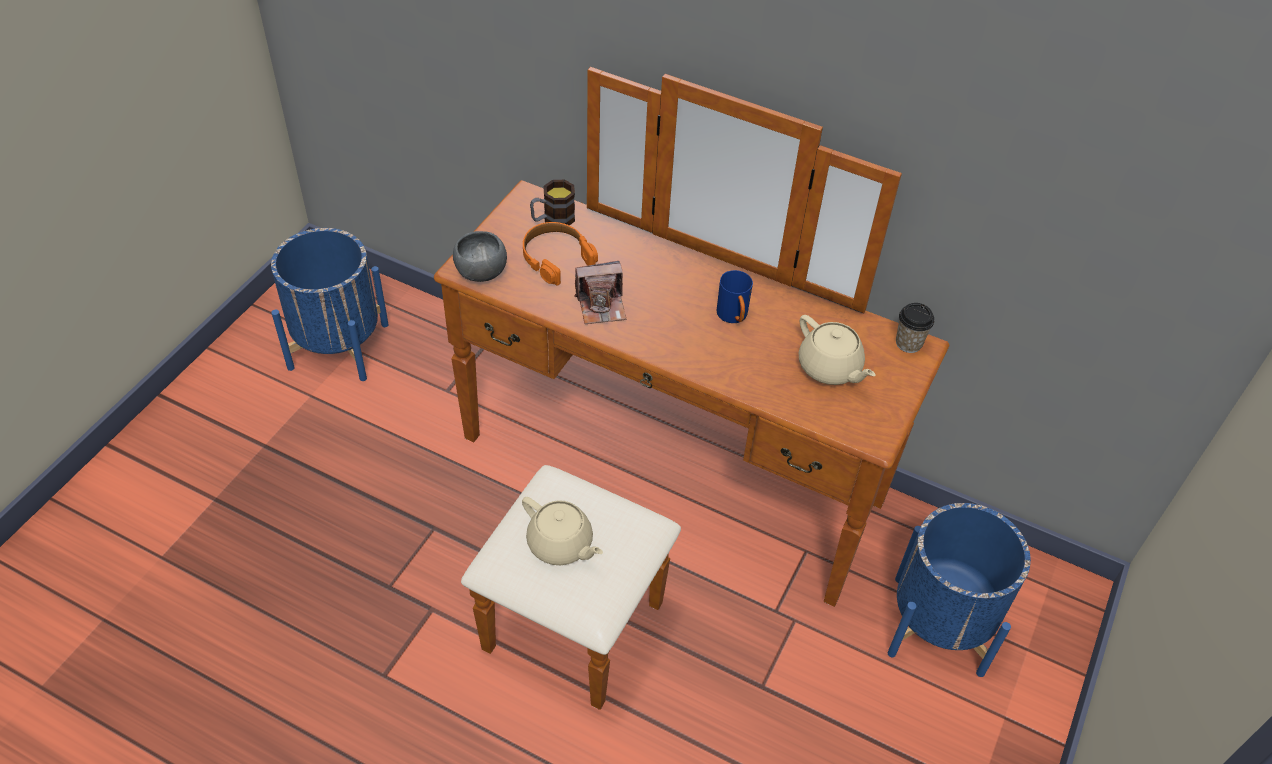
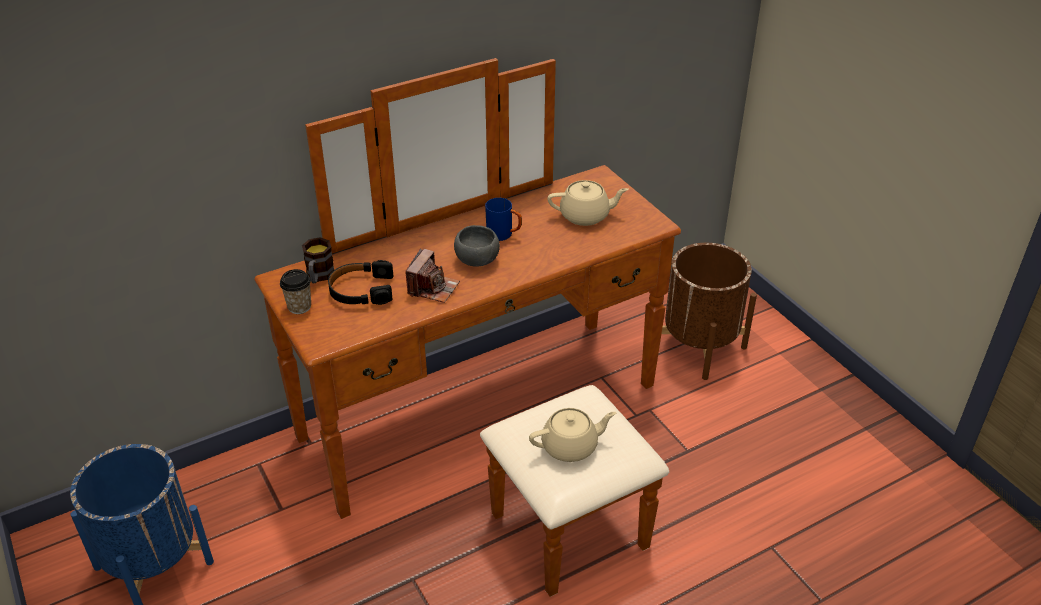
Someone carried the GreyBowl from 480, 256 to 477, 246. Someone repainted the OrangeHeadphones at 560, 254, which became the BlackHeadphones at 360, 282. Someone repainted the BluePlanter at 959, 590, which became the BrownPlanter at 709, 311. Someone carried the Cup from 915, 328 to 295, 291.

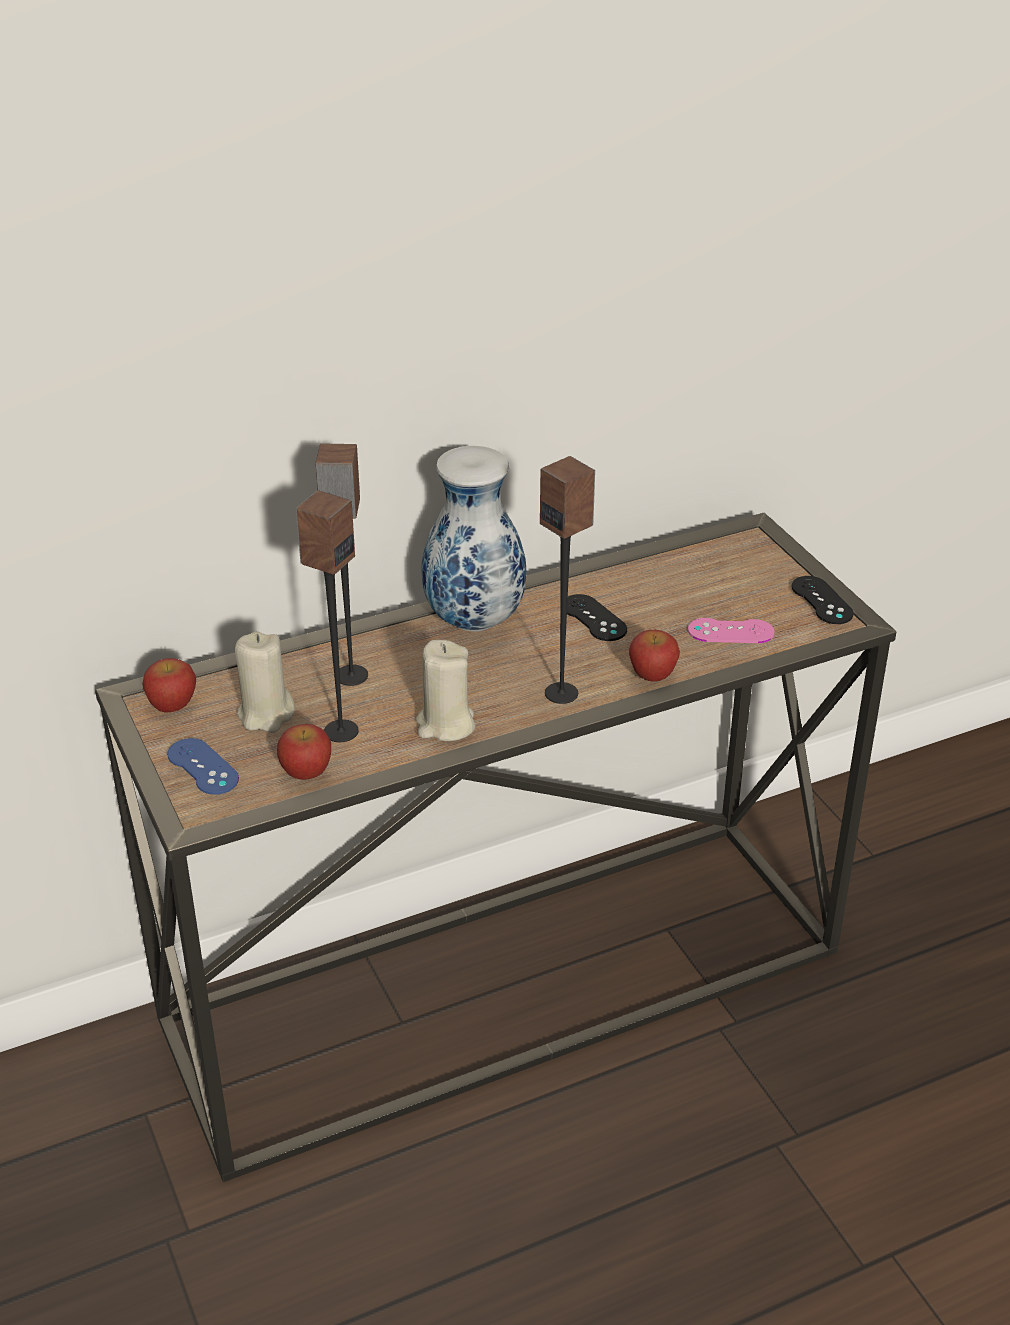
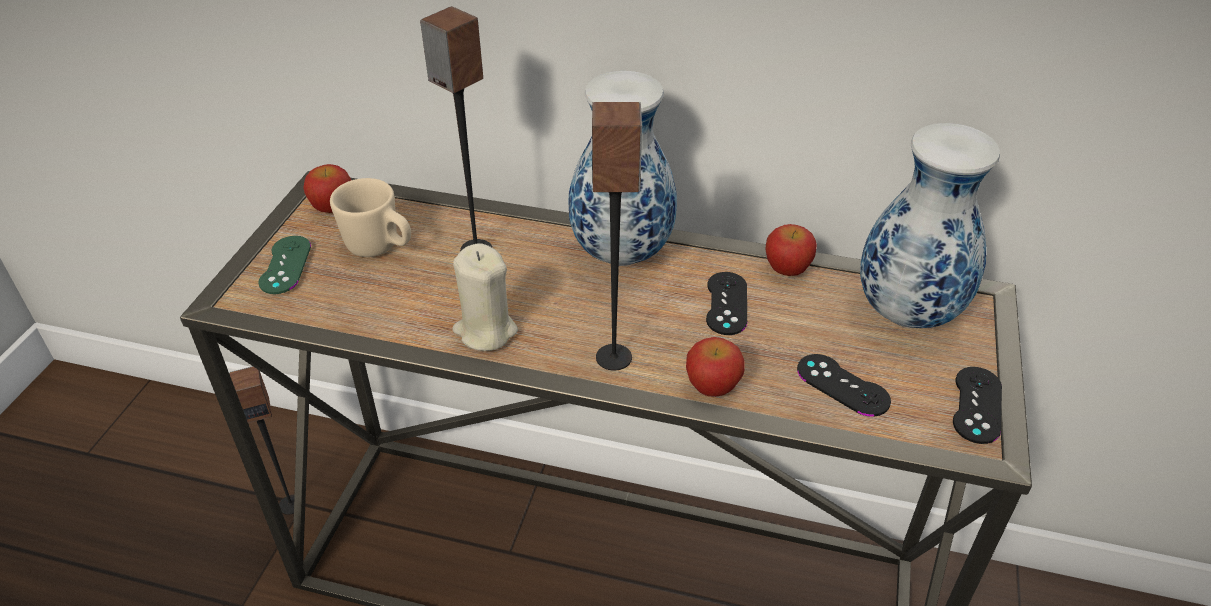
Someone repainted the BlueGameController at 203, 766, which became the GreenGameController at 284, 265. Someone swapped the BeigeCandle at 265, 682 for the BeigeMug at 370, 217. Someone carried the Apple from 304, 752 to 791, 250. Someone carried the Speaker from 327, 616 to 262, 440. Someone repainted the PinkGameController at 731, 630, which became the BlackGameController at 844, 385. Someone put down the Vase at 930, 225.

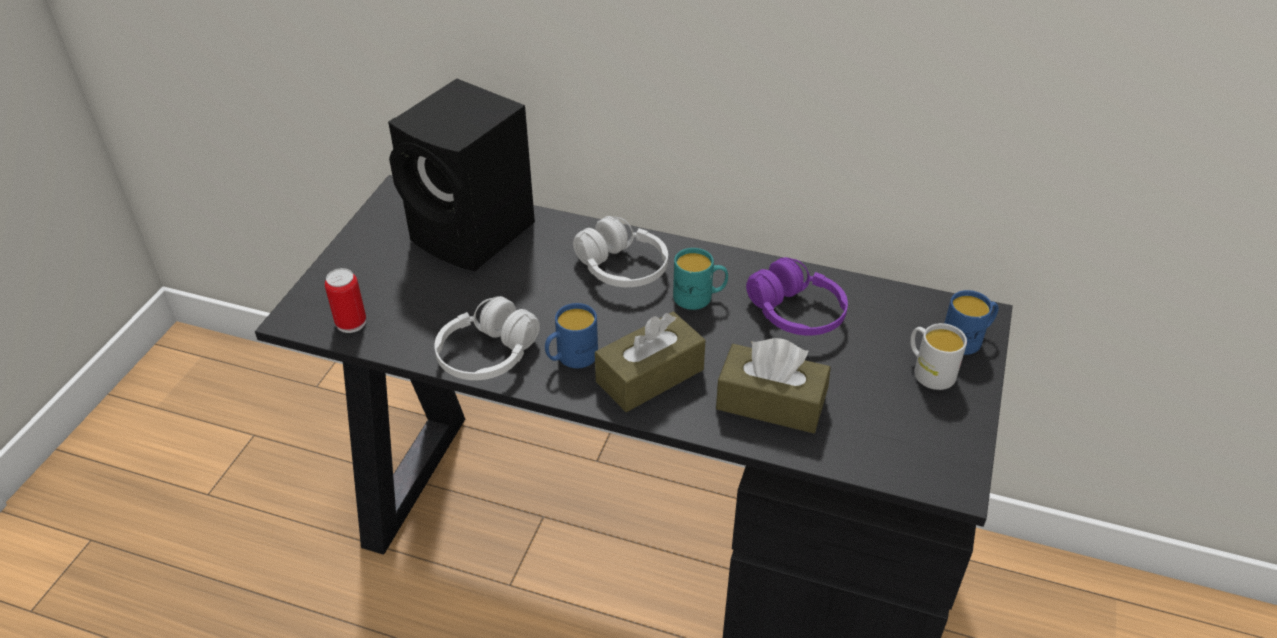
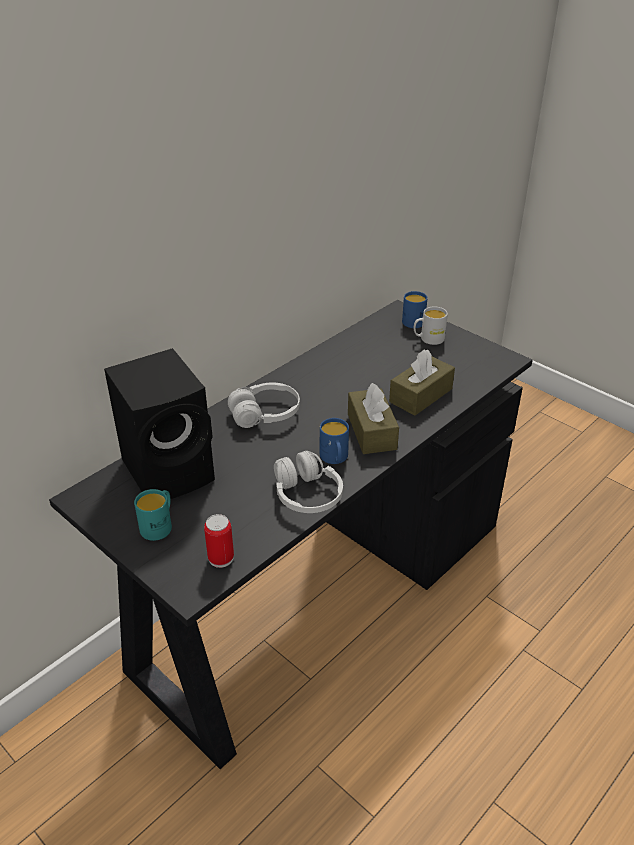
Someone carried the TurquoiseMug from 700, 279 to 153, 515. Someone took away the PurpleHeadphones at 797, 296.

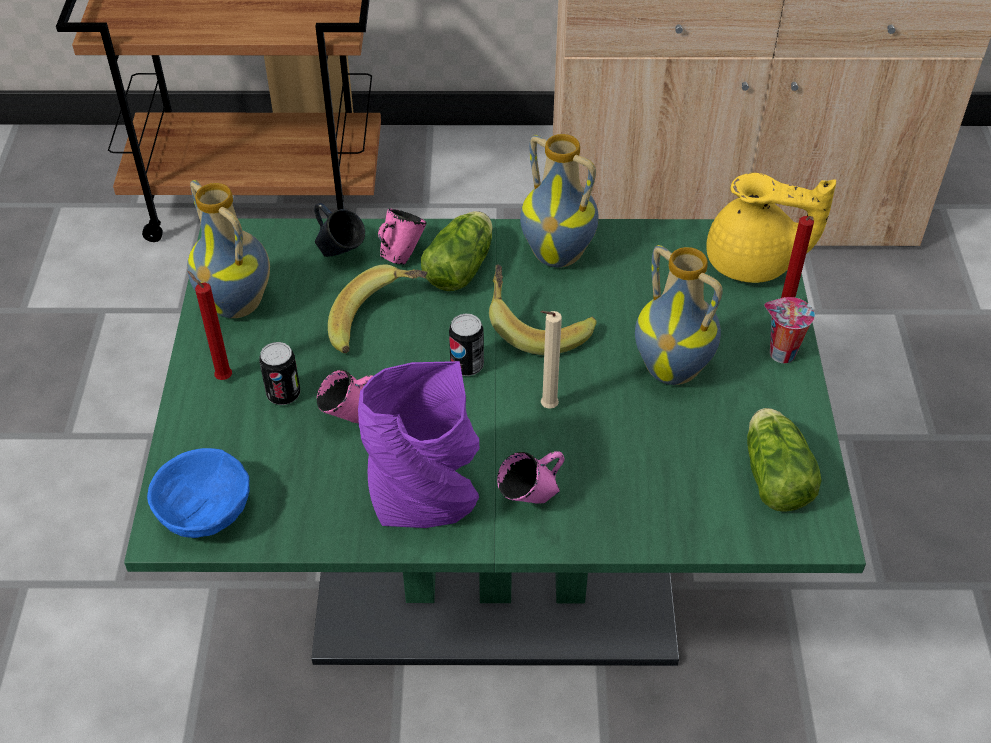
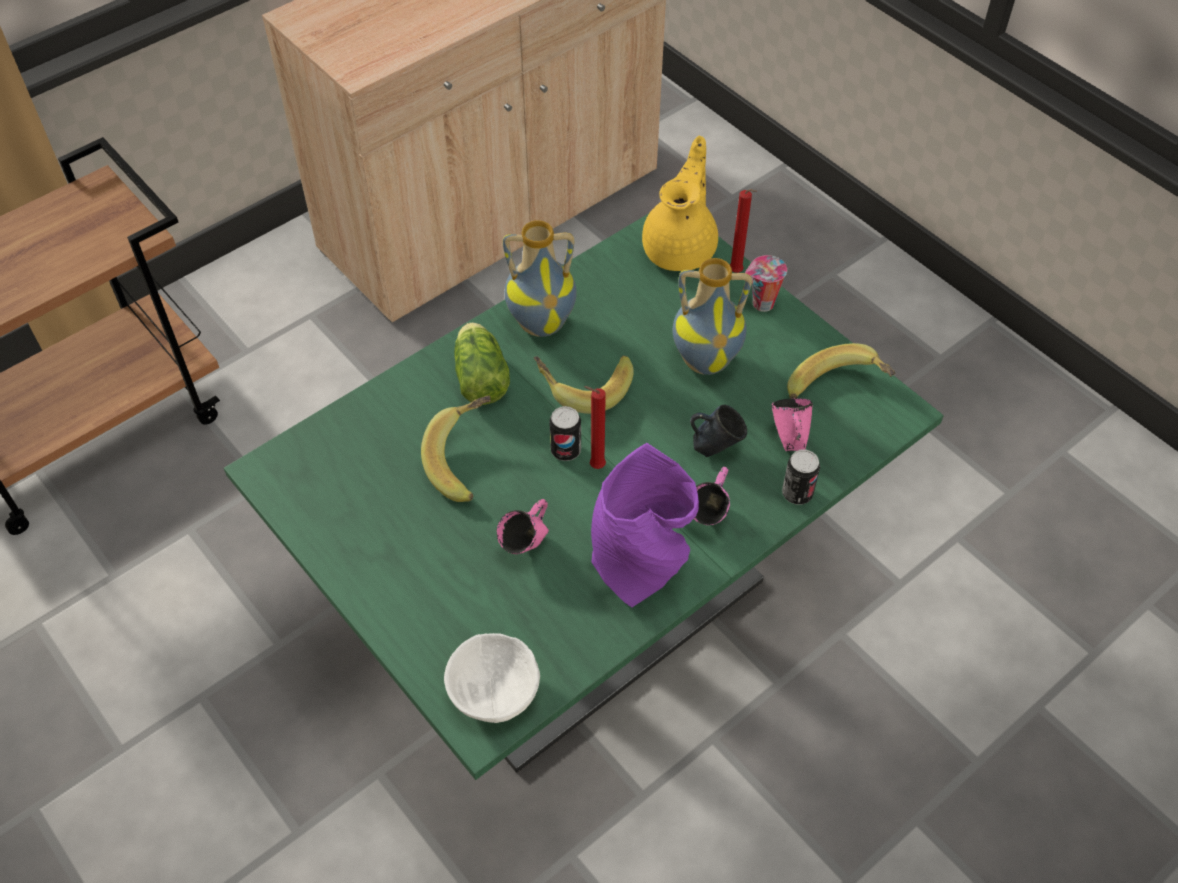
Someone repainted the BlueBowl at 198, 493, which became the WhiteBowl at 492, 678. Someone took away the Vase at 228, 249. Someone carried the RedCandle from 209, 325 to 595, 427. Someone carried the Can from 279, 373 to 801, 477. Someone carried the BlueMug from 339, 230 to 718, 431. Someone carried the PinkMug from 402, 236 to 792, 424. Someone took away the BeigeCandle at 551, 360. Someone rotated the YellowTeapot at 771, 228 by 45 degrees counterclockwise. Someone swapped the Lettuce at 784, 460 for the Banana at 841, 370.

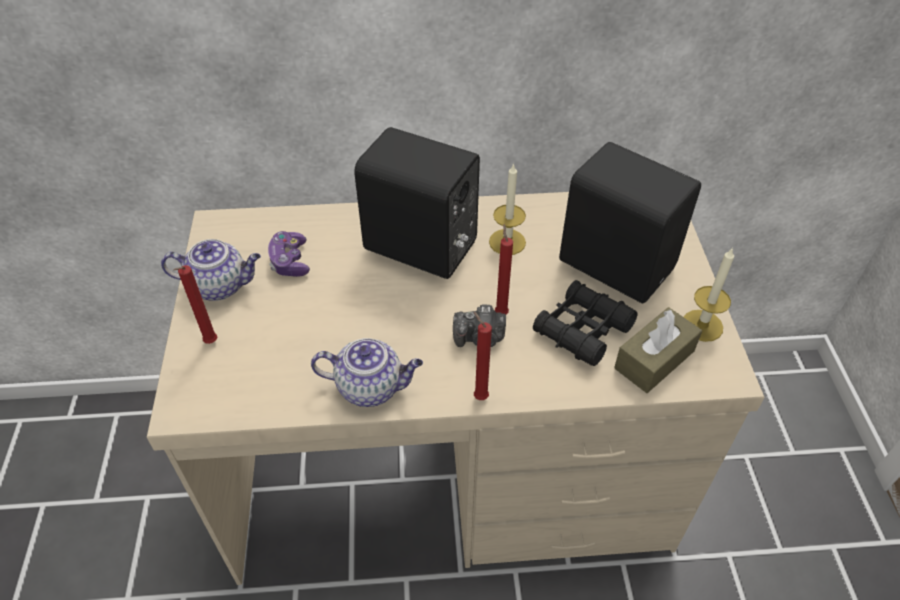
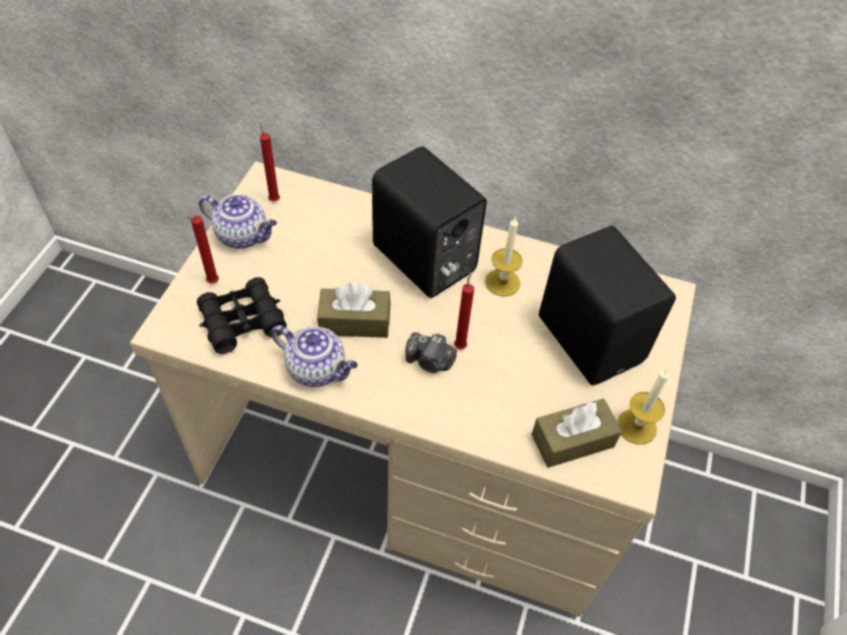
Someone took away the GameController at 289, 254. Someone carried the RedCandle from 483, 356 to 270, 162. Someone carried the BlackBinoculars from 585, 323 to 242, 315. Someone put down the BrownTissueBox at 353, 310.

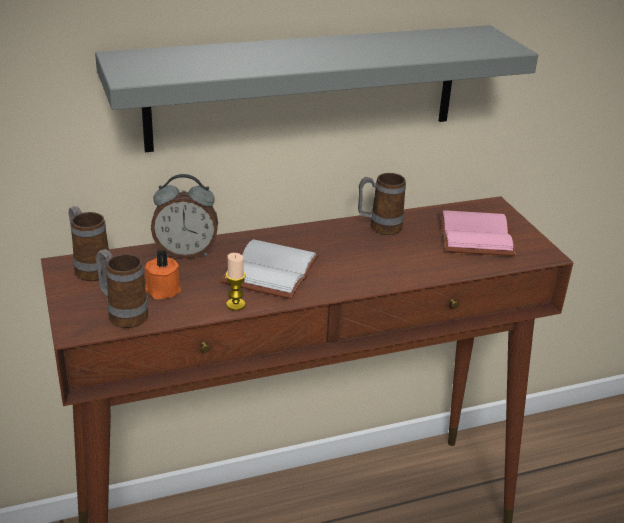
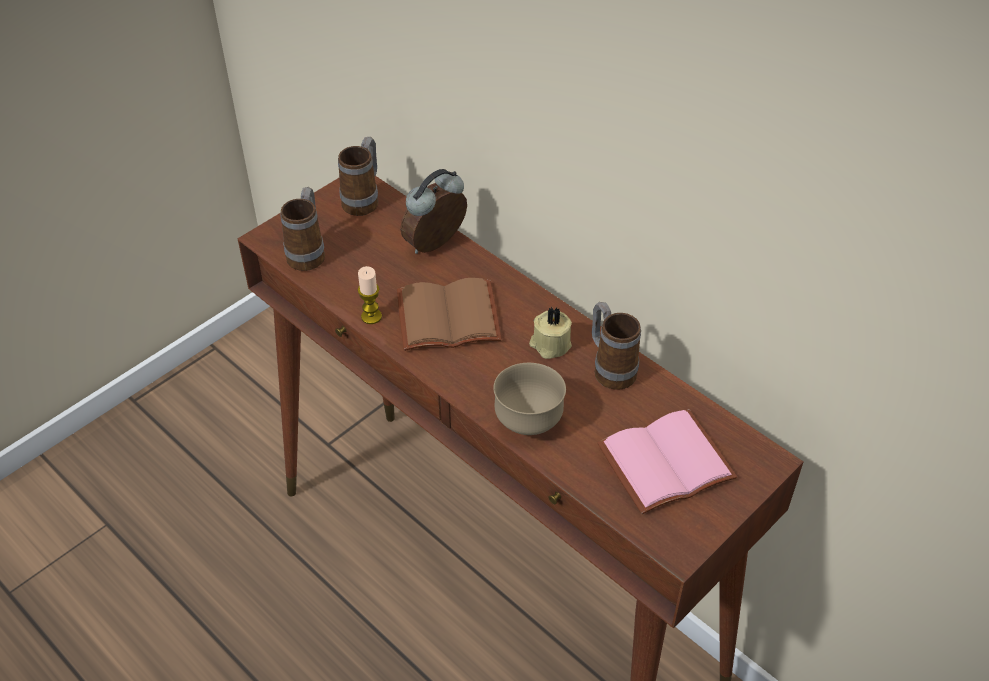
Someone took away the GreyShelf at 316, 88. Someone took away the OrangeCandle at 163, 274. Someone rotated the AlarmClock at 184, 216 by 75 degrees clockwise. Someone repainted the WhiteBook at 270, 269, which became the BrownBook at 449, 314. Someone put down the BrownBowl at 529, 399. Someone put down the BeigeCandle at 550, 333.

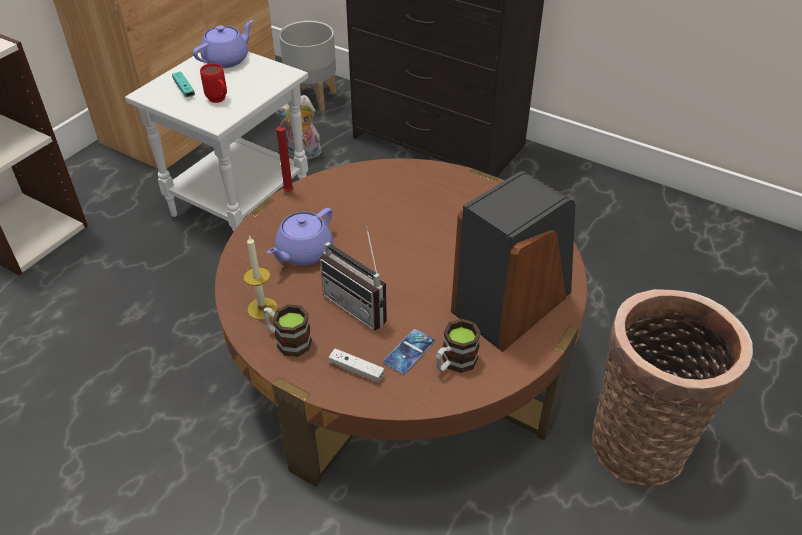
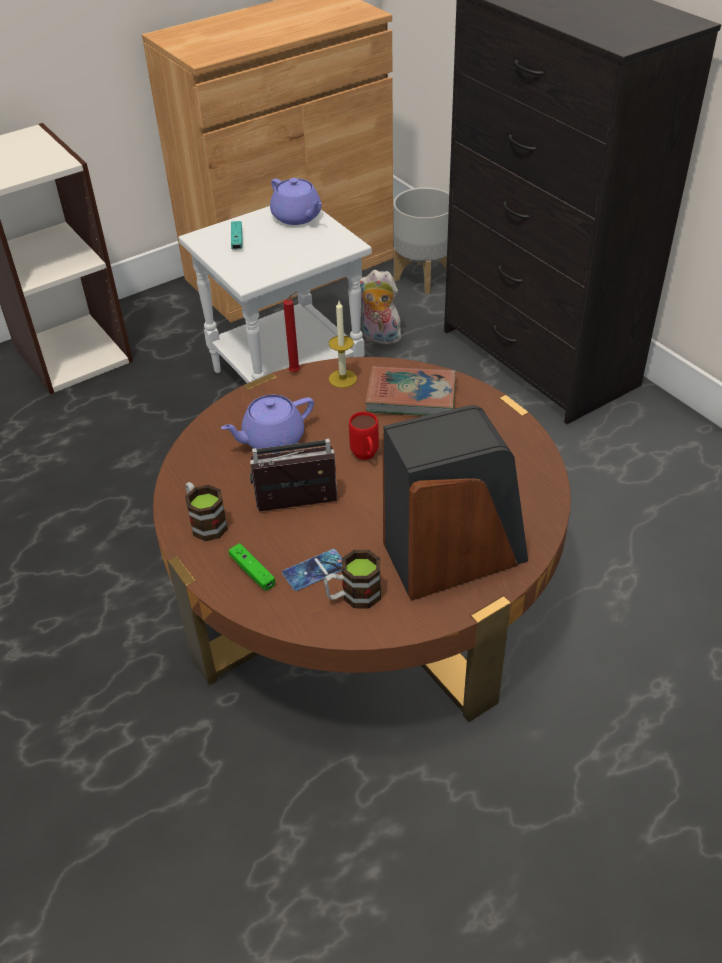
Someone rotated the PurpleTeapot at 223, 44 by 75 degrees clockwise. Someone carried the RedMug from 213, 83 to 364, 436. Someone carried the Candle from 260, 277 to 343, 344. Someone rotated the Radio at 353, 278 by 105 degrees clockwise. Someone repainted the WhiteGameController at 356, 365, which became the GreenGameController at 251, 567. Someone took away the Basket at 672, 388. Someone put down the Book at 411, 391.

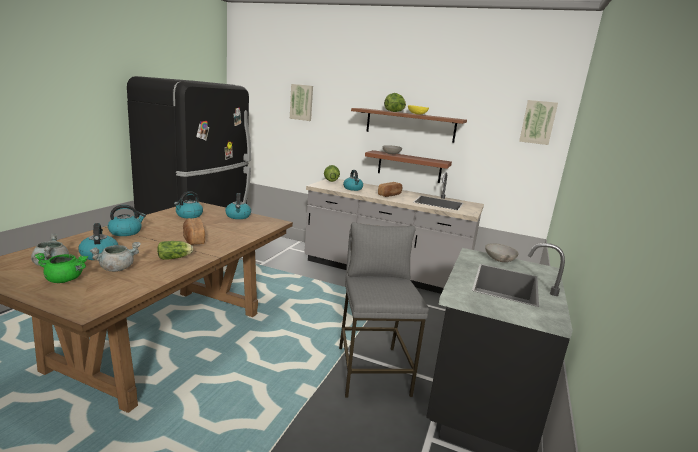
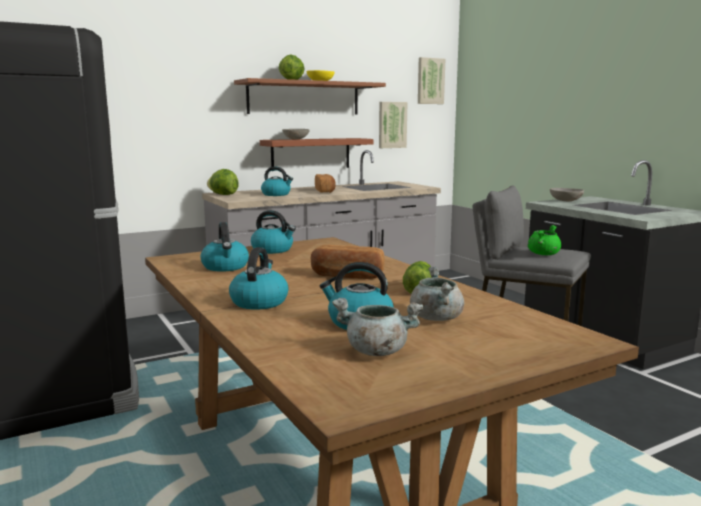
Someone carried the GreenCookingPot from 61, 268 to 544, 240. Someone carried the Picture from 301, 102 to 393, 125.

